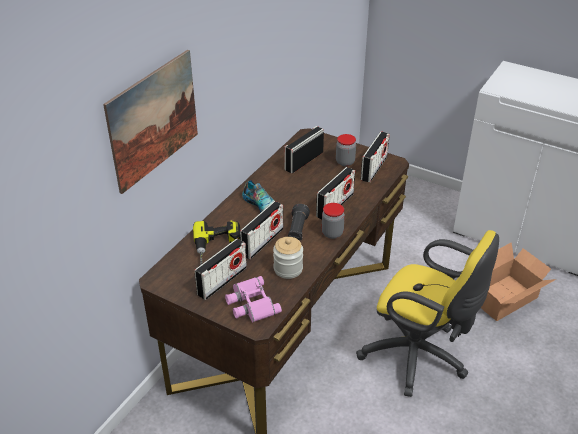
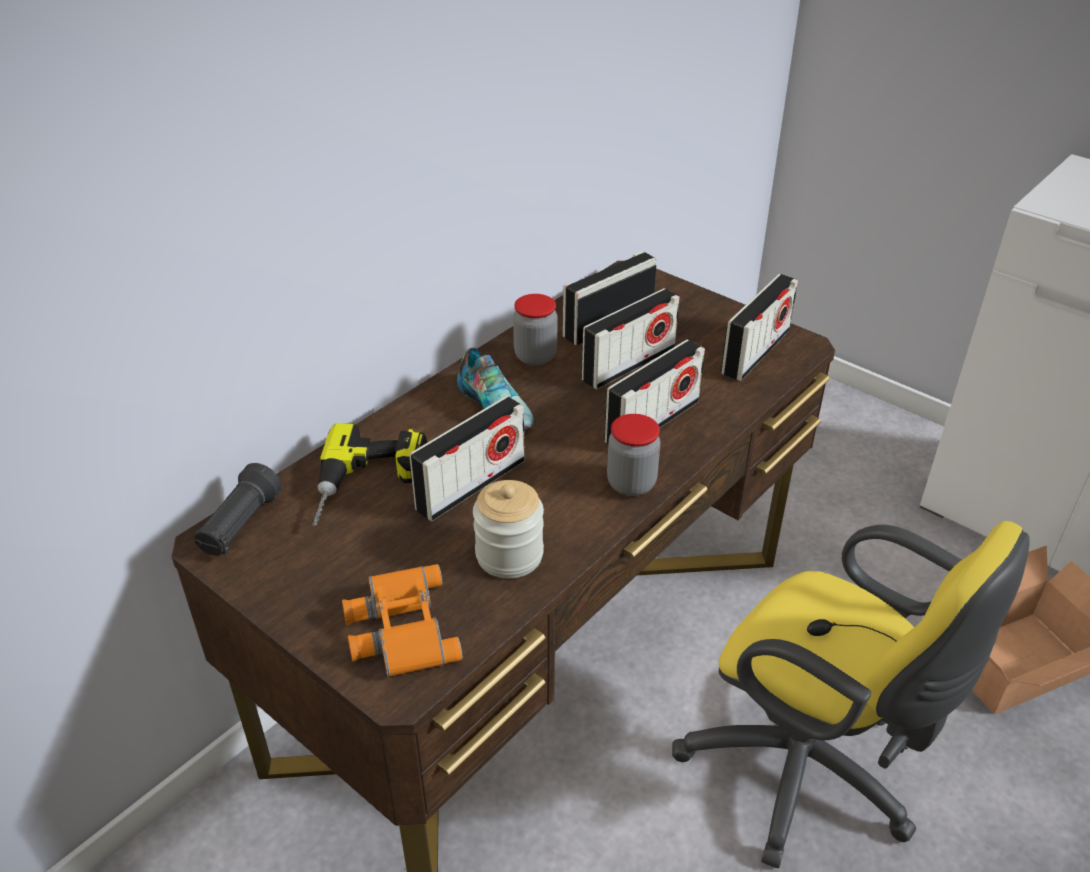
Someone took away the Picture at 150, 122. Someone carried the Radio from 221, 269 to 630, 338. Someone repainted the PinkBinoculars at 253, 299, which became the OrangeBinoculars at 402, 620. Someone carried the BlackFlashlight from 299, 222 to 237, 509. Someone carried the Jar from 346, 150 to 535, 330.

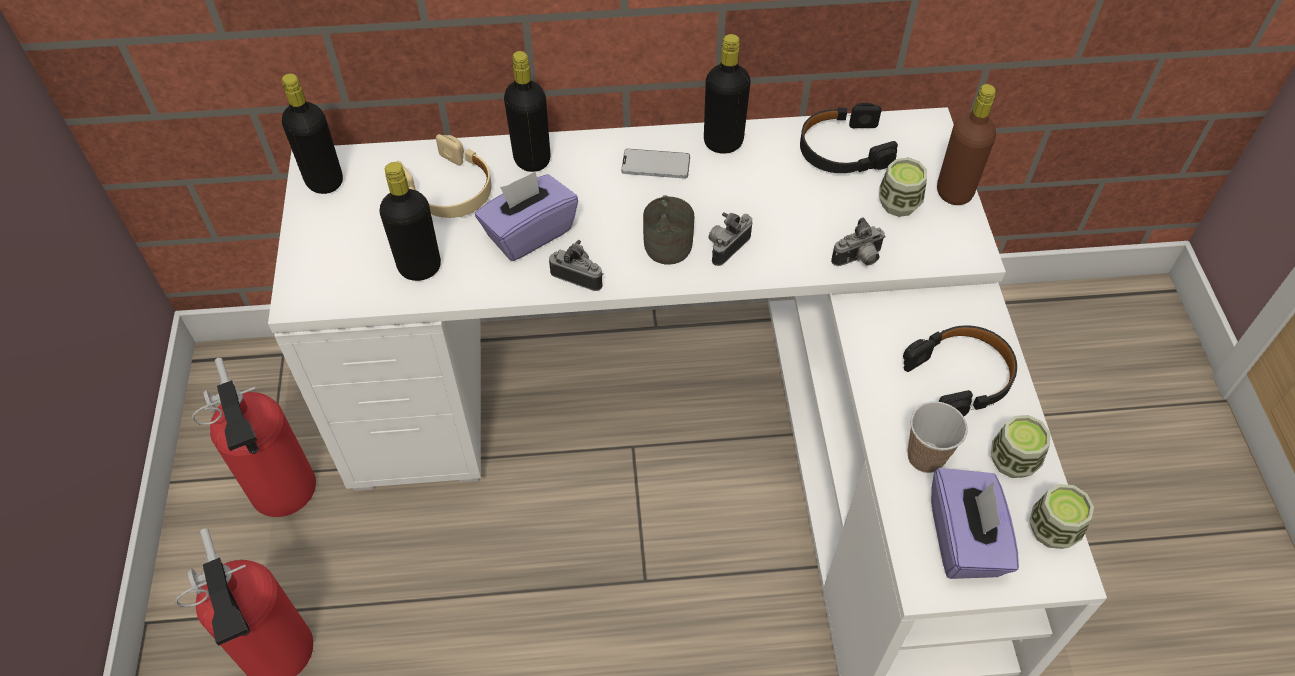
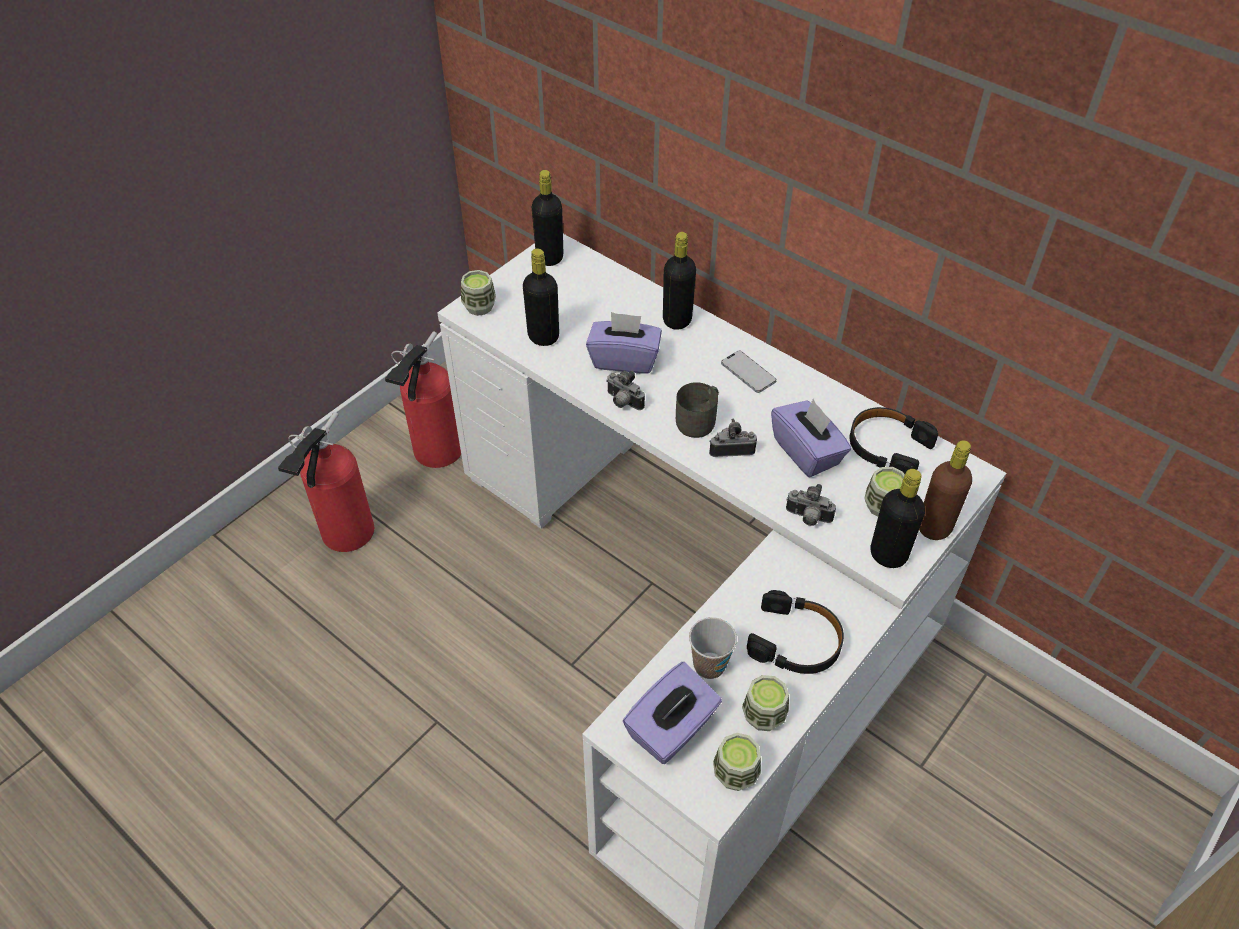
Someone took away the BeigeHeadphones at 444, 176. Someone rotated the PhotoCamera at 576, 265 by 150 degrees clockwise. Someone carried the BlackBottle from 727, 94 to 898, 518. Someone put down the Cup at 478, 293. Someone put down the PurpleTissueBox at 811, 438.

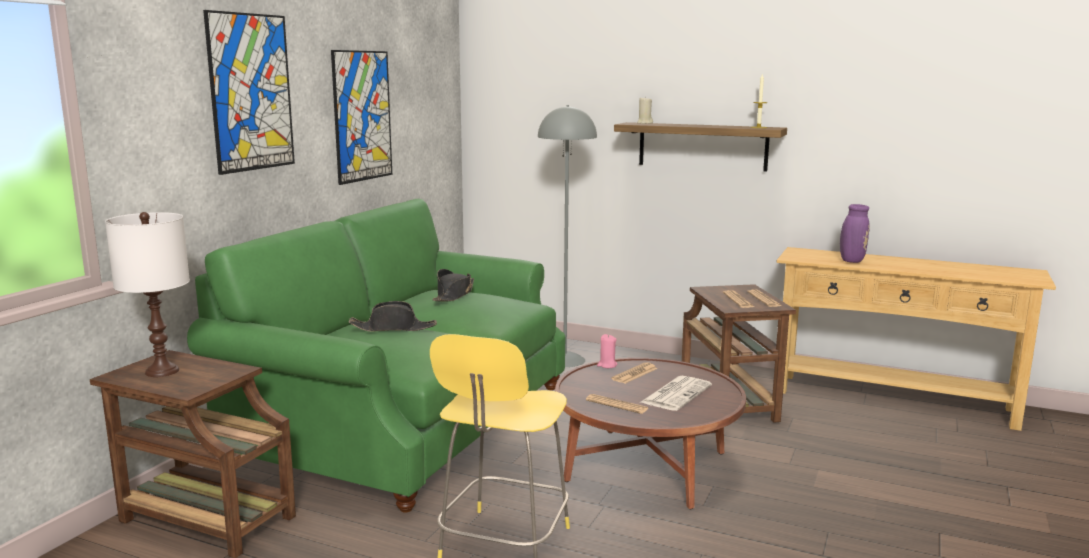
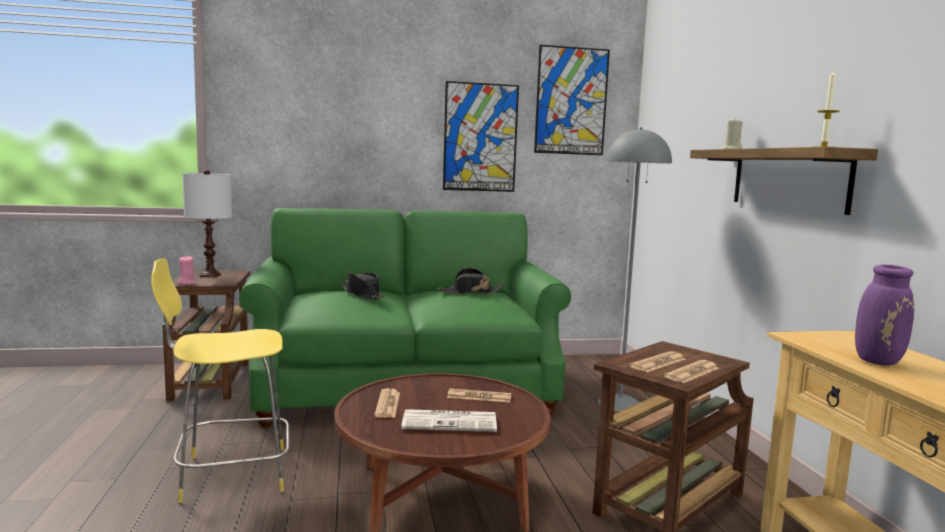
Someone carried the Picture from 249, 92 to 572, 100. Someone carried the PinkCandle from 607, 351 to 187, 270.

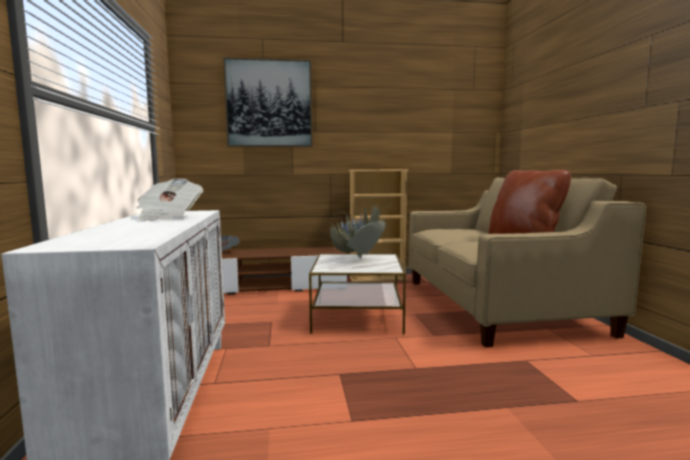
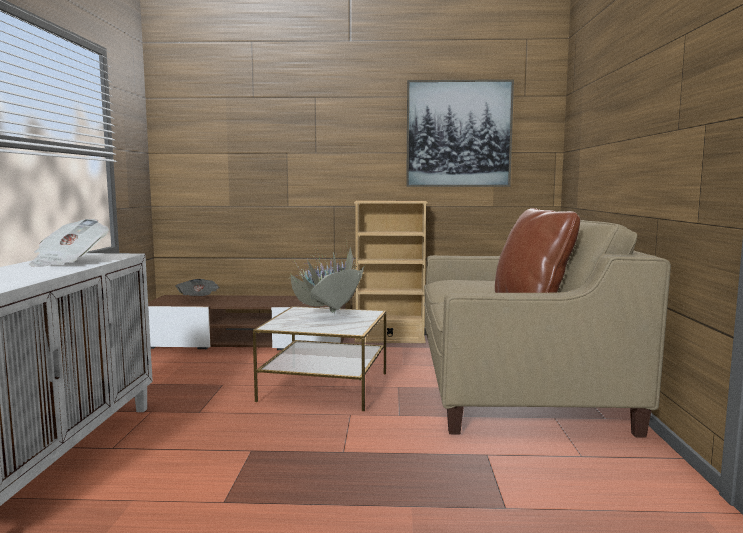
Someone carried the Picture from 268, 102 to 460, 133.

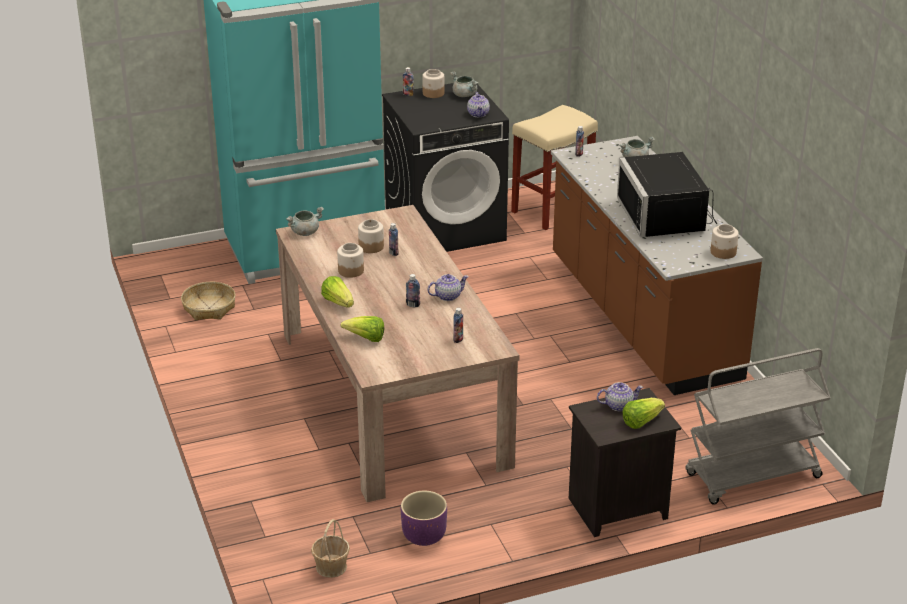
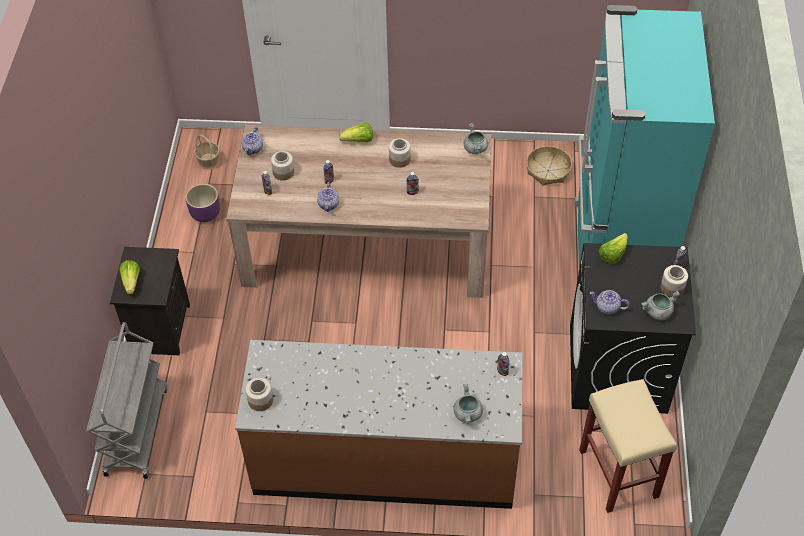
Someone carried the Lettuce from 362, 329 to 613, 248. Someone carried the Jar from 371, 236 to 282, 166. Someone carried the Teapot from 620, 396 to 252, 141. Someone took away the BlackMicrowave at 667, 194.

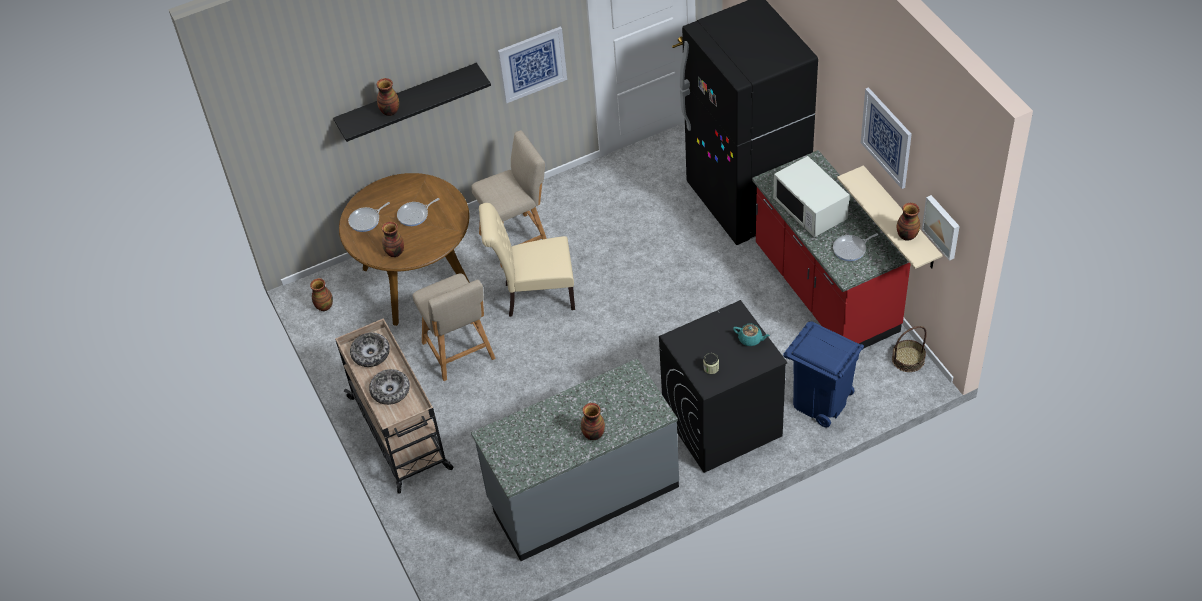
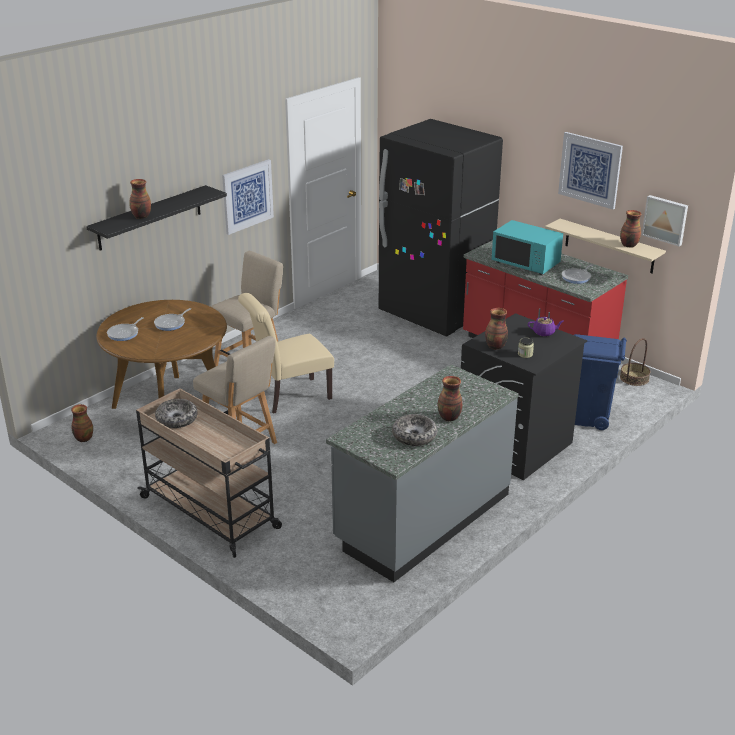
Someone carried the Bowl from 389, 387 to 414, 430. Someone carried the Vase from 393, 239 to 496, 329. Someone repainted the TurquoiseTeapot at 751, 334, which became the PurpleTeapot at 545, 326. Someone repainted the WhiteMicrowave at 811, 196, which became the TurquoiseMicrowave at 527, 247.

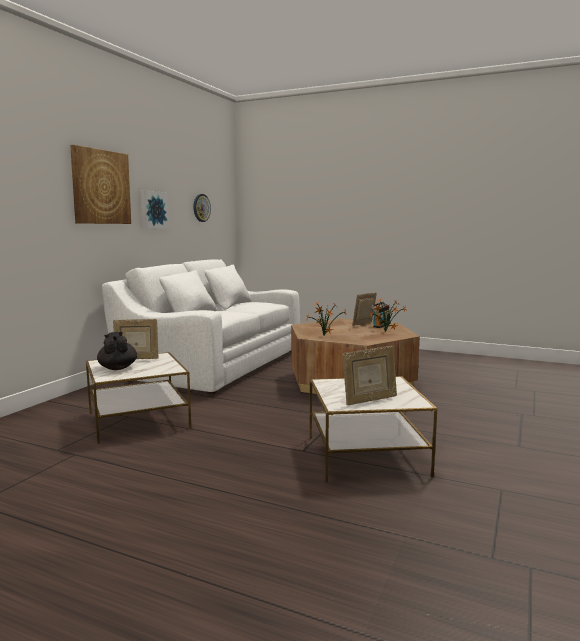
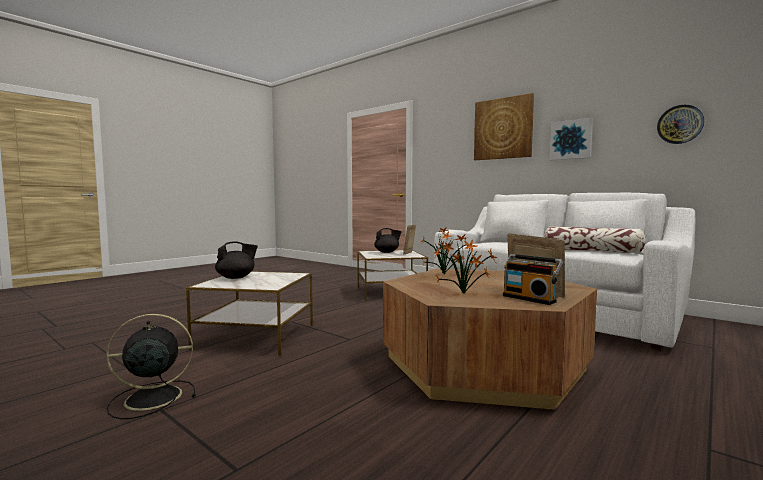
Someone swapped the PictureFrame at 369, 375 for the BlackTeapot at 236, 260. Someone put down the BlackFan at 151, 366. Someone put down the Pillow at 595, 239.

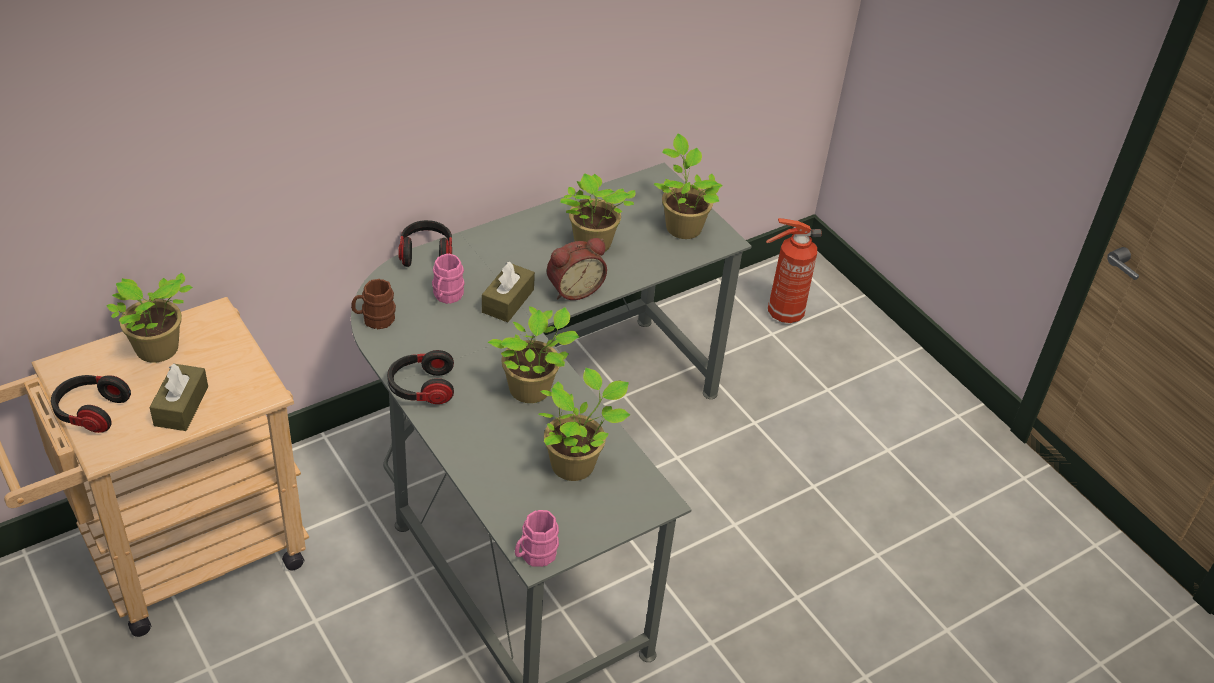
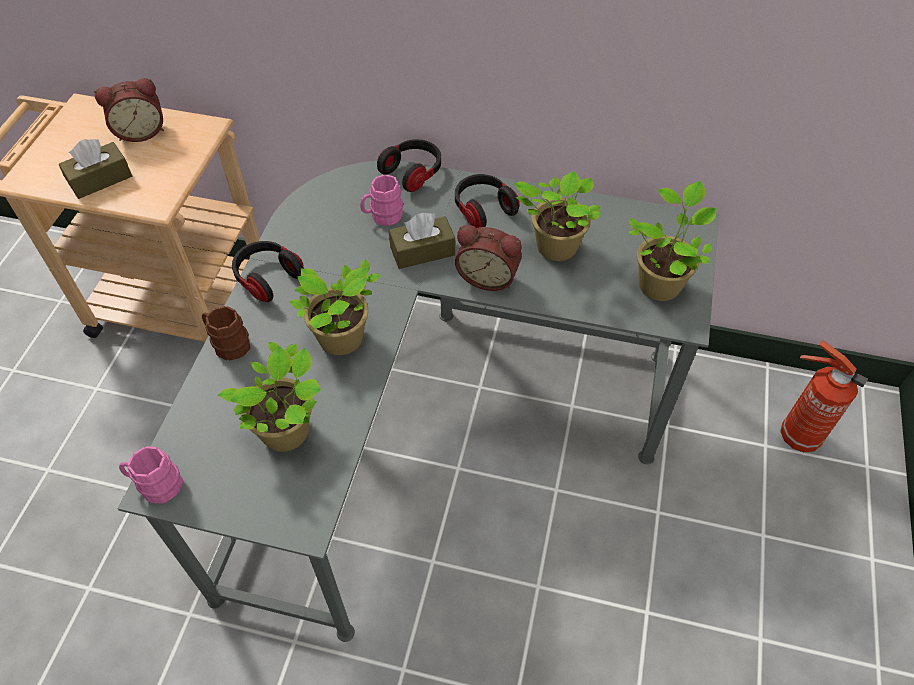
Someone carried the Headphones from 91, 404 to 487, 201. Someone swapped the PottedPlant at 149, 318 for the AlarmClock at 129, 110. Someone carried the BrownMug from 373, 304 to 226, 333.

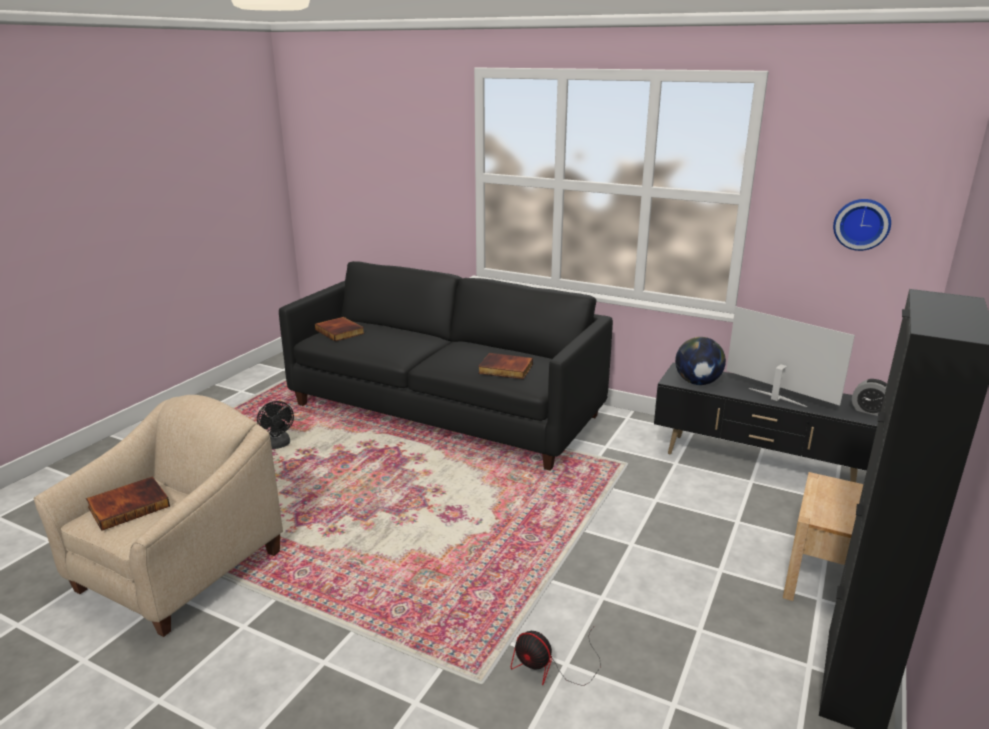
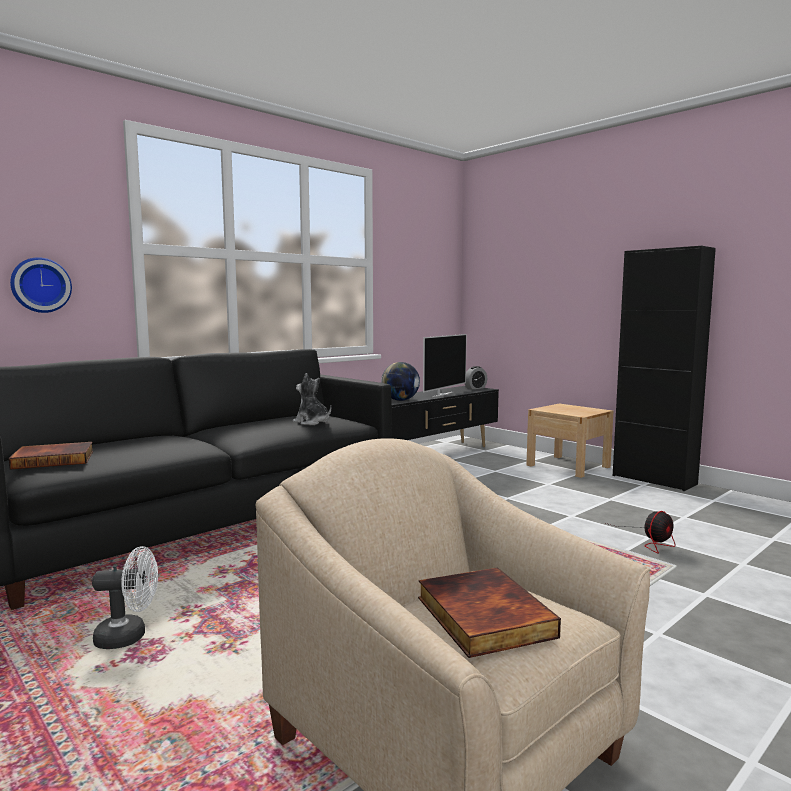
Someone repainted the BlackFan at 275, 425, which became the WhiteFan at 125, 597. Someone swapped the Book at 505, 366 for the PlushToy at 312, 399. Someone rotated the Television at 790, 356 by 150 degrees clockwise. Someone carried the WallClock from 862, 225 to 41, 285.

